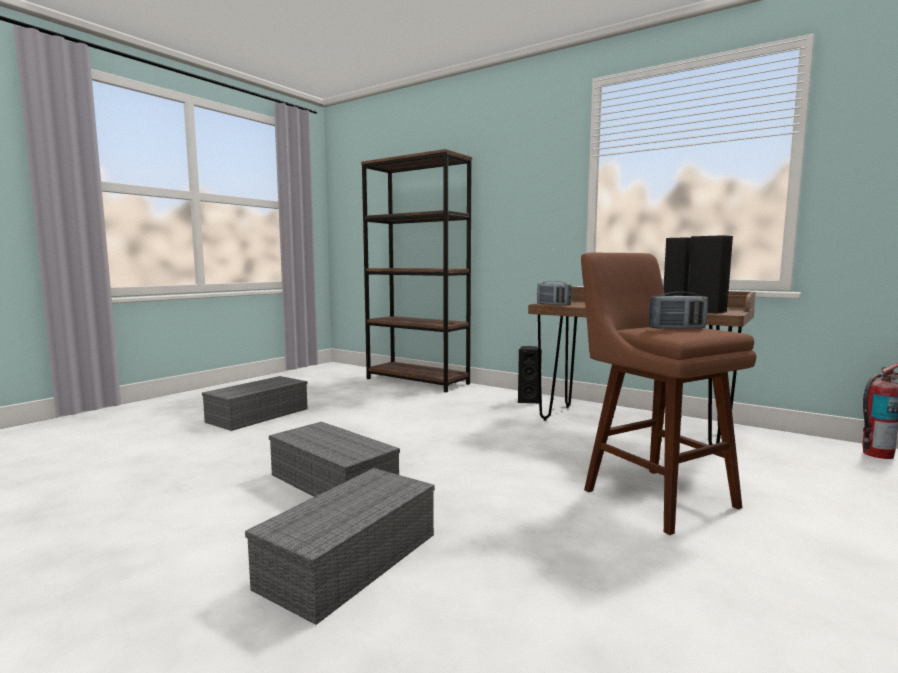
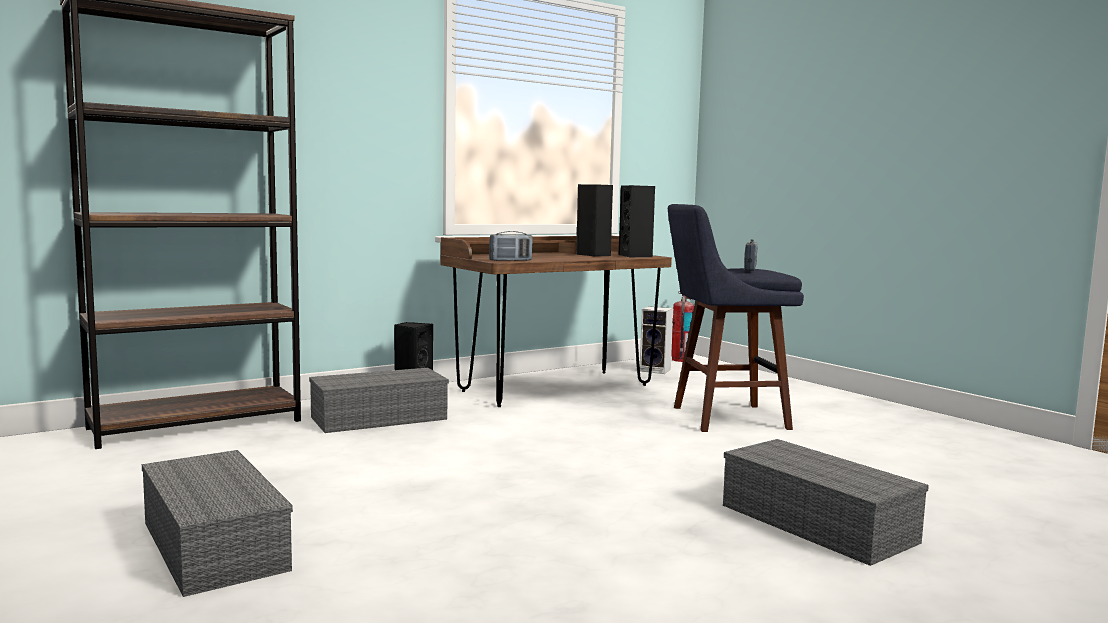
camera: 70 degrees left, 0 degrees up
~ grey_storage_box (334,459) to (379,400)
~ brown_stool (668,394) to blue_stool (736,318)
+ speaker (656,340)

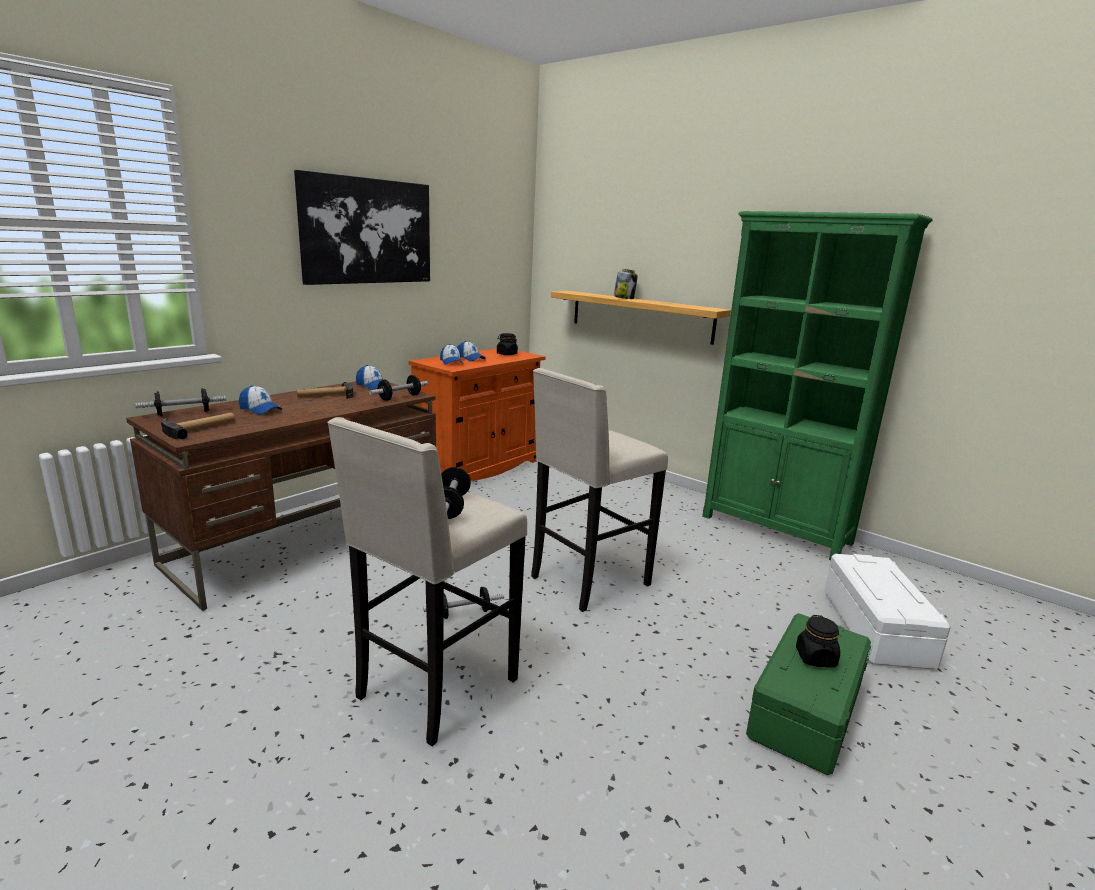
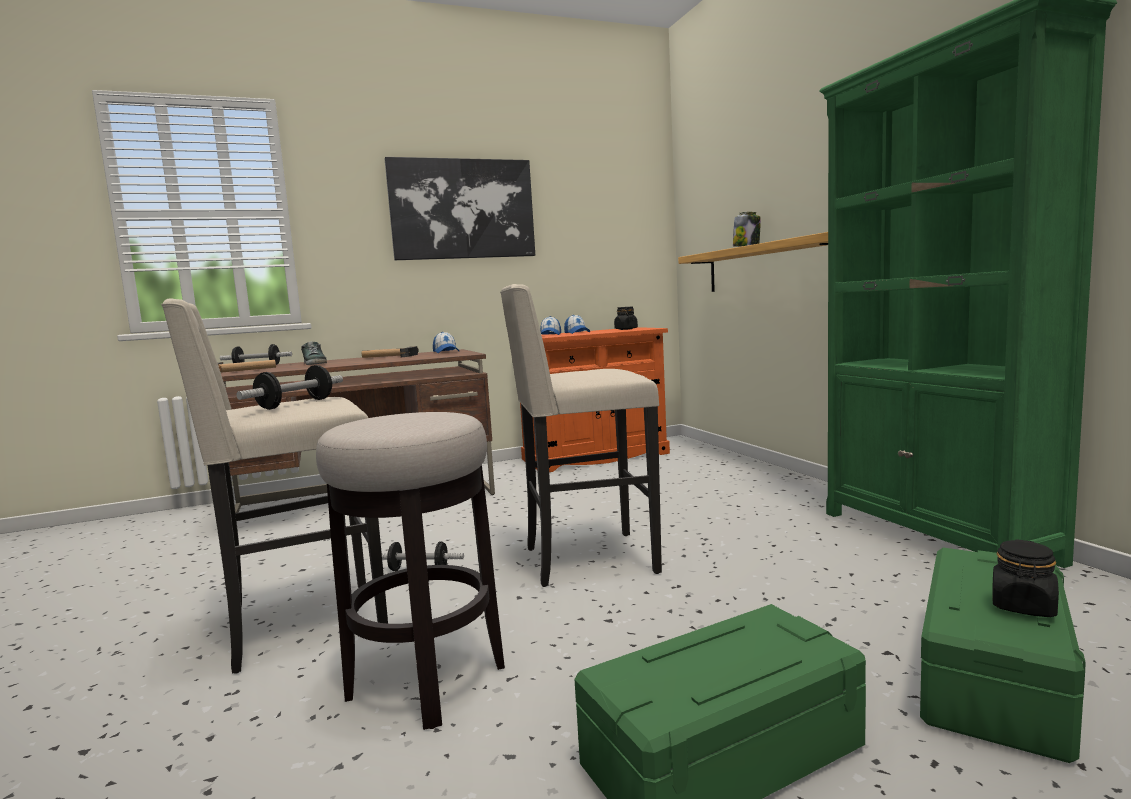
camera: 30 degrees right, 10 degrees down
~ cap (260,400) to shoe (314,353)
- dumbbell (398,388)
~ black_jar (818,641) to (1025,578)
~ white_storage_box (887,612) to green_storage_box (1002,655)
+ stool (410,571)

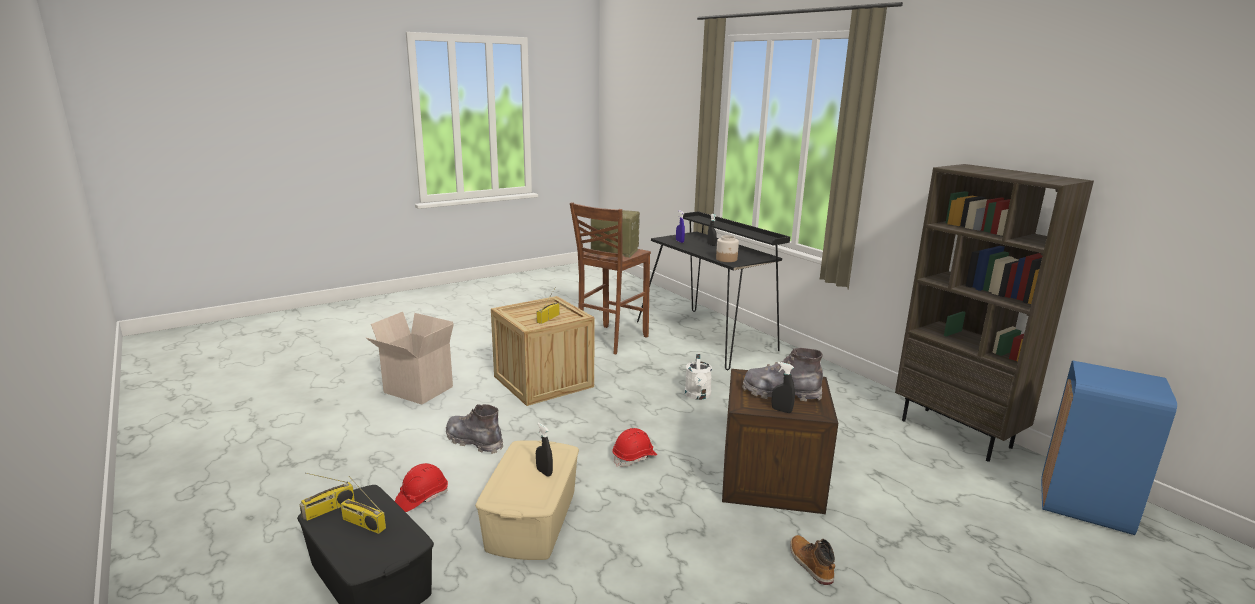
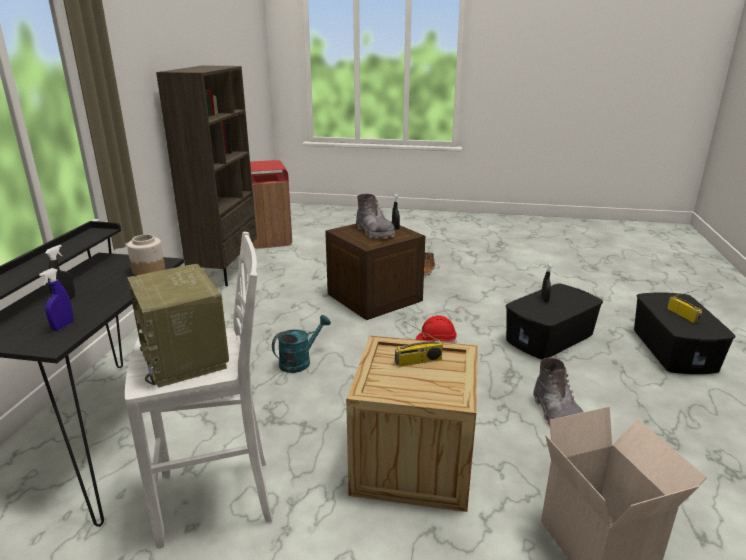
camera: 135 degrees left, 5 degrees up
- radio (327,497)
- red_hard_hat (421,487)
~ beige_storage_box (527,500) to black_storage_box (554,321)
~ brown_stool (610,278) to white_stool (199,390)
~ white_watering_can (698,377) to turquoise_watering_can (301,344)
~ blue_trash_can (1109,447) to red_trash_can (271,204)

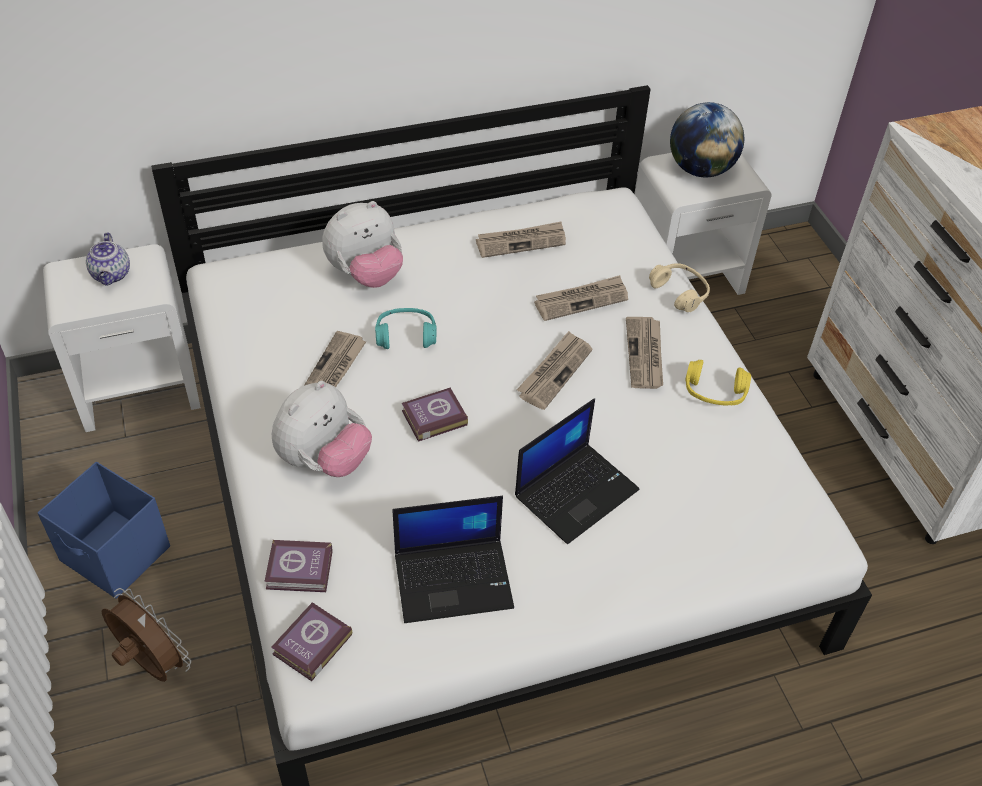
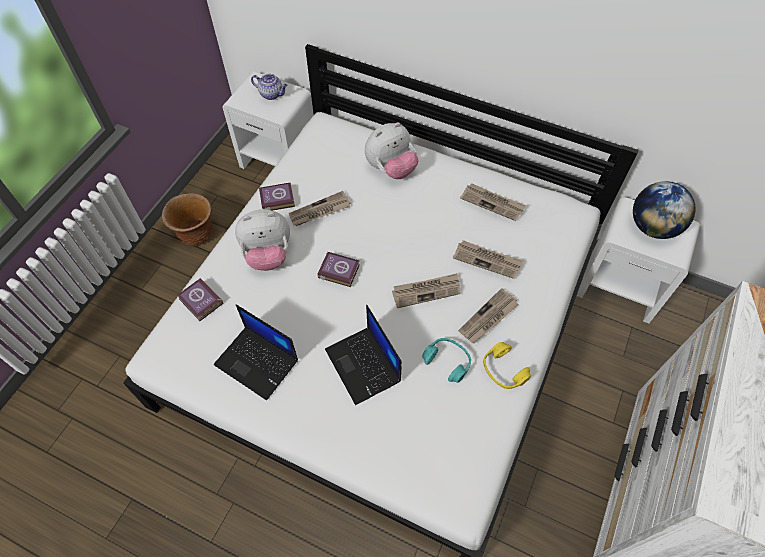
camera: 45 degrees right, 10 degrees up
~ blue_storage_box (104,530) to brown_planter (187,219)
~ teapot (108,259) = (269,87) 105 degrees counterclockwise
- brown_fan (146,635)
~ book (311,641) to (277,197)
~ plush_toy (362,244) = (391,150) 45 degrees counterclockwise
~ turquoise_headphones (405,328) to (446,360)
~ laptop (577,471) = (363,355) 60 degrees clockwise
- beige_headphones (679,287)

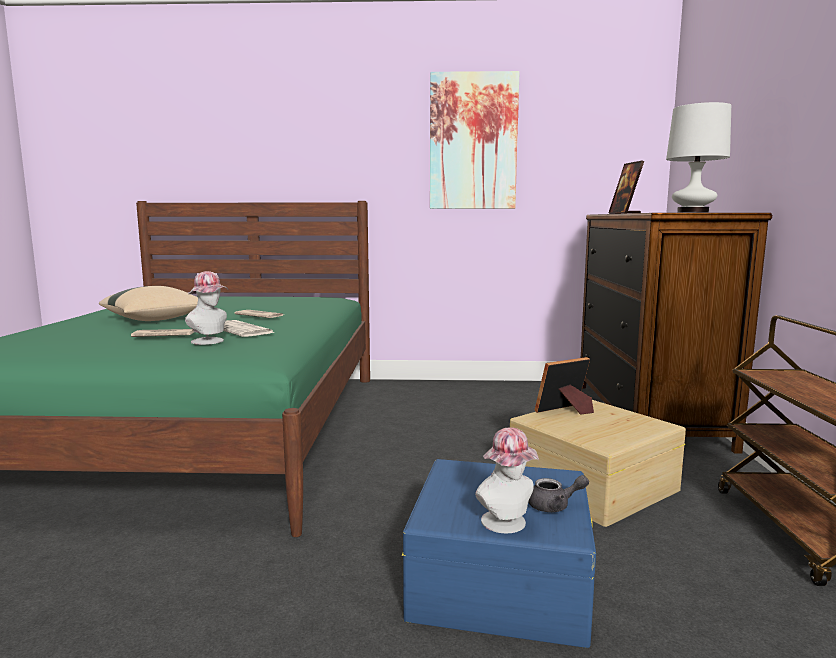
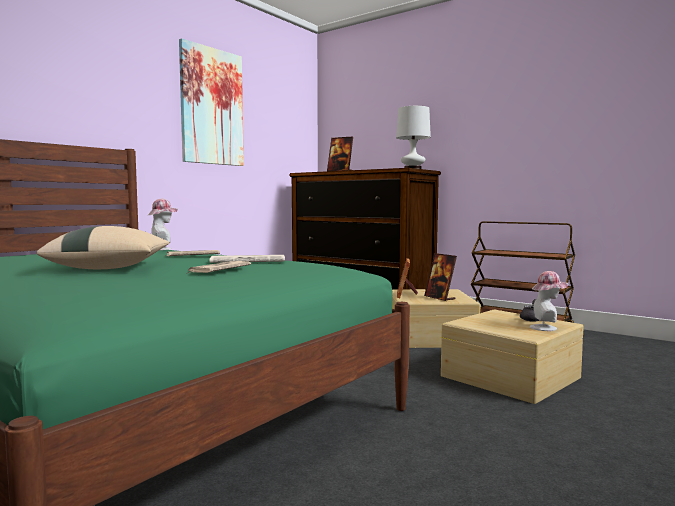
camera: 55 degrees left, 5 degrees down
~ hat (206,308) to (163,224)
~ blue_storage_box (499,553) to beige_storage_box (512,357)
+ picture_frame (440,277)

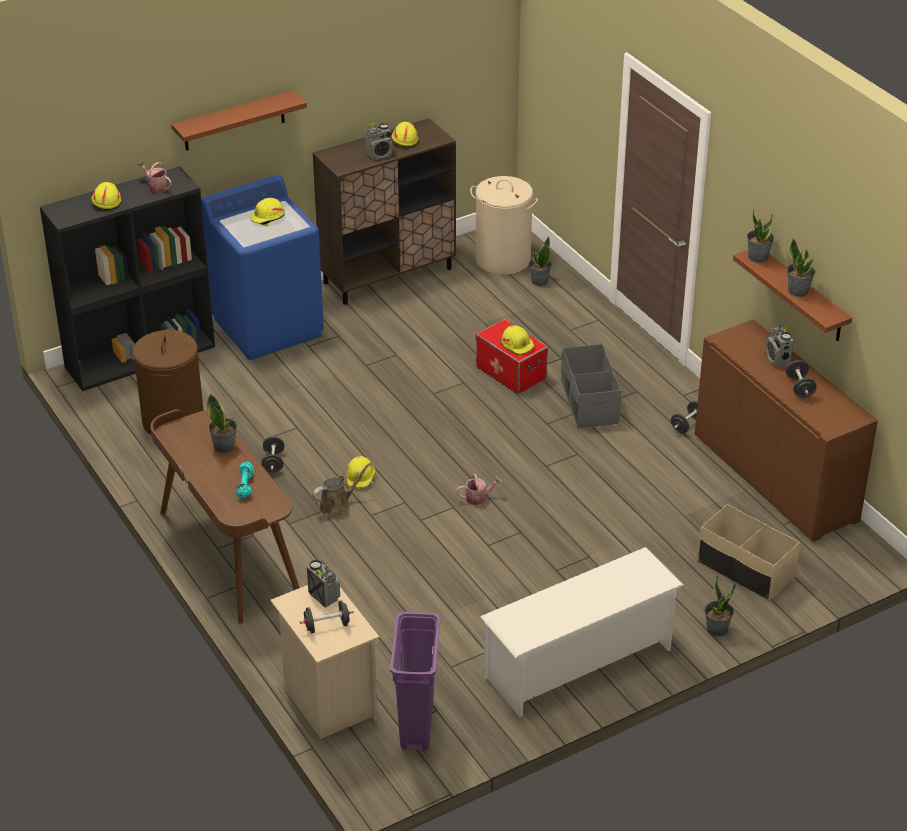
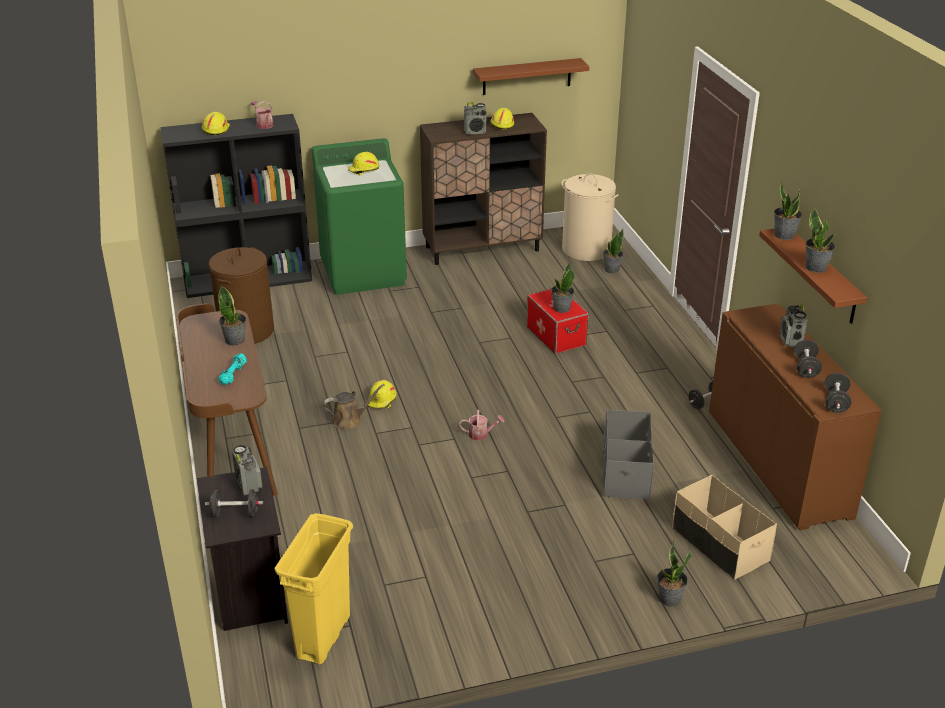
camera: 15 degrees right, 5 degrees down
~ brown_shelf (239,120) to (531,76)
~ blue_washing_machine (262,267) to green_washing_machine (359,216)
~ black_dumbbell (272,454) to (838,393)
~ beige_nightstand (324,662) to black_nightstand (242,549)
~ purple_trash_can (415,681) to yellow_trash_can (313,589)
- white_shoe_rack (582,632)
~ yellow_hard_hat (518,340) to potted_plant (563,287)
~ grey_storage_box (591,386) to (628,454)

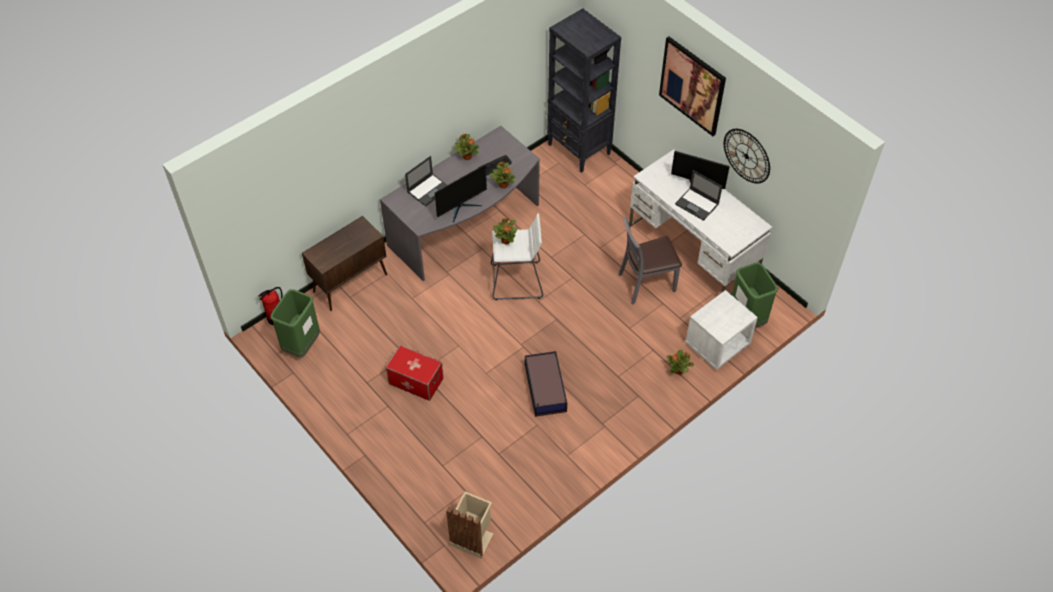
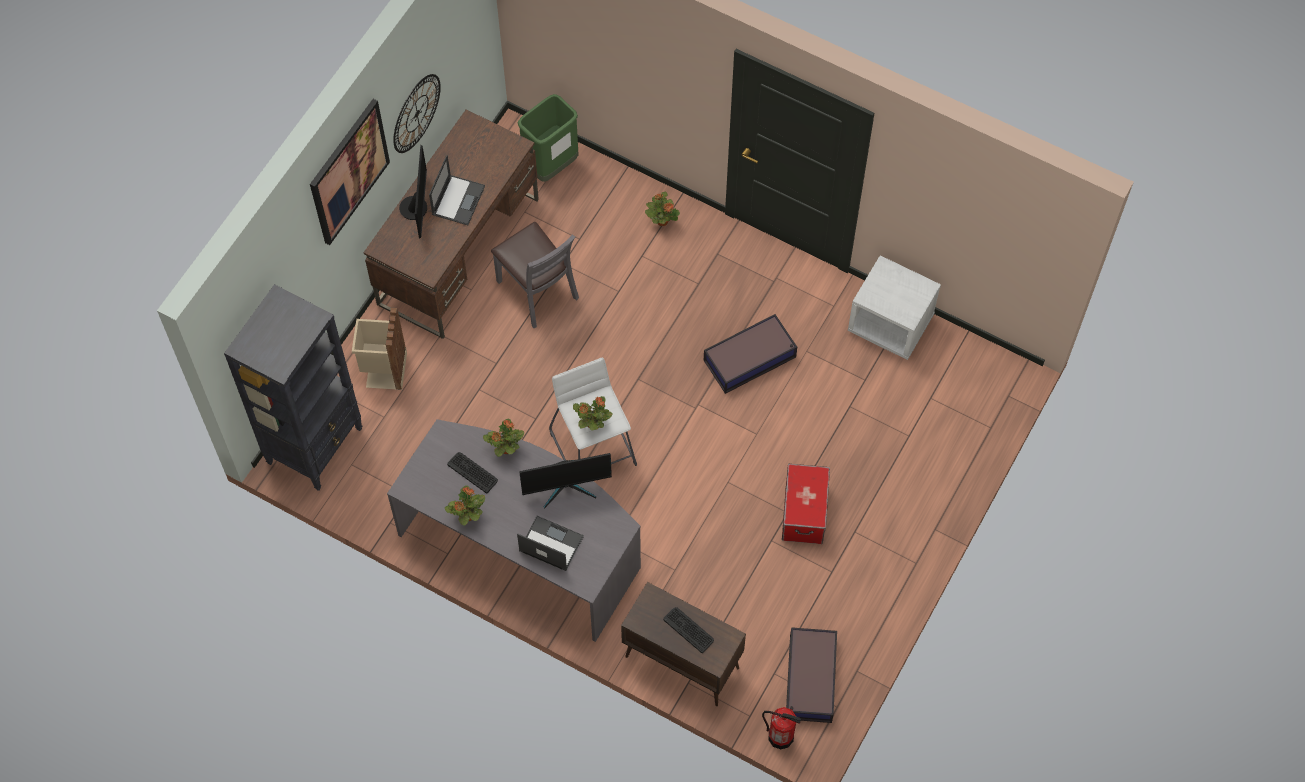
camera: 110 degrees left, 10 degrees up
~ green_trash_can (295,323) to storage_box (811,675)
~ monitor (461,193) = (565,481) 135 degrees clockwise
~ beige_trash_can (469,525) to (379,348)
~ white_desk (700,222) to brown_desk (451,224)
~ white_nightstand (721,330) to (894,307)
+ keyboard (688,630)

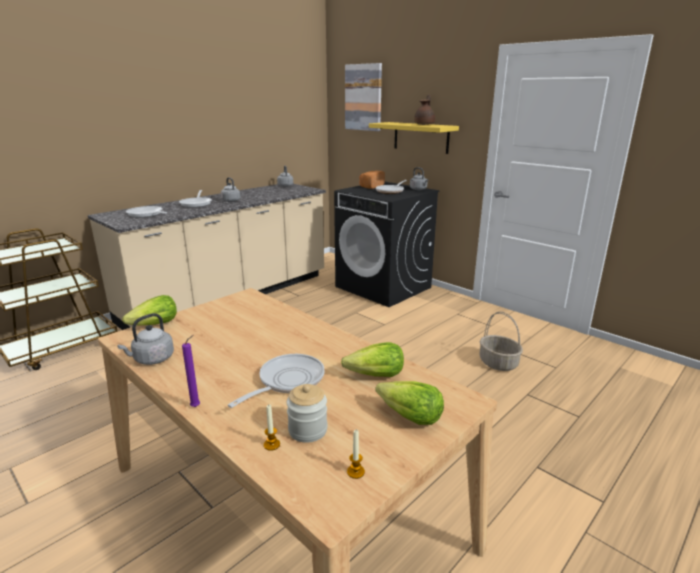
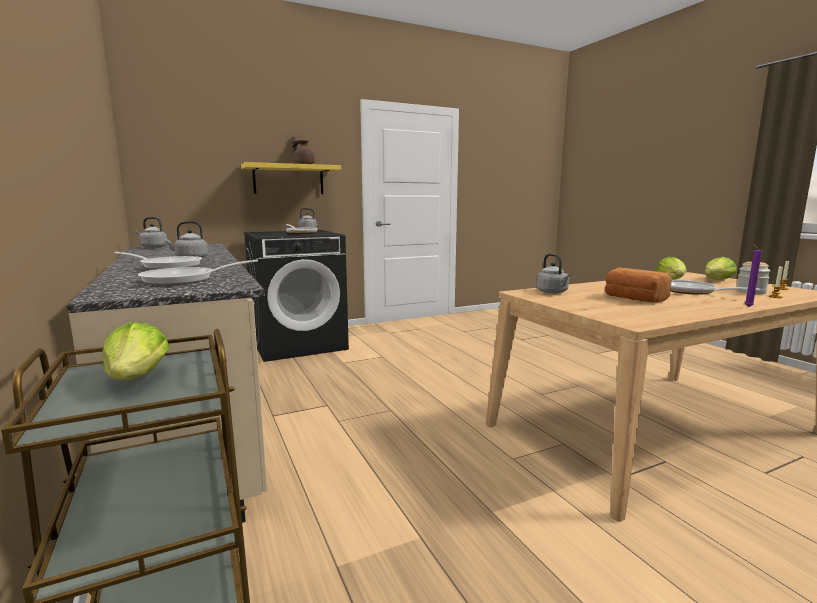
camera: 70 degrees left, 10 degrees down
~ grey_kettle (145,339) to (553,273)
~ lettuce (149,310) to (136,351)
- picture (363,97)
~ bread (372,180) to (638,285)
- basket (501,341)

